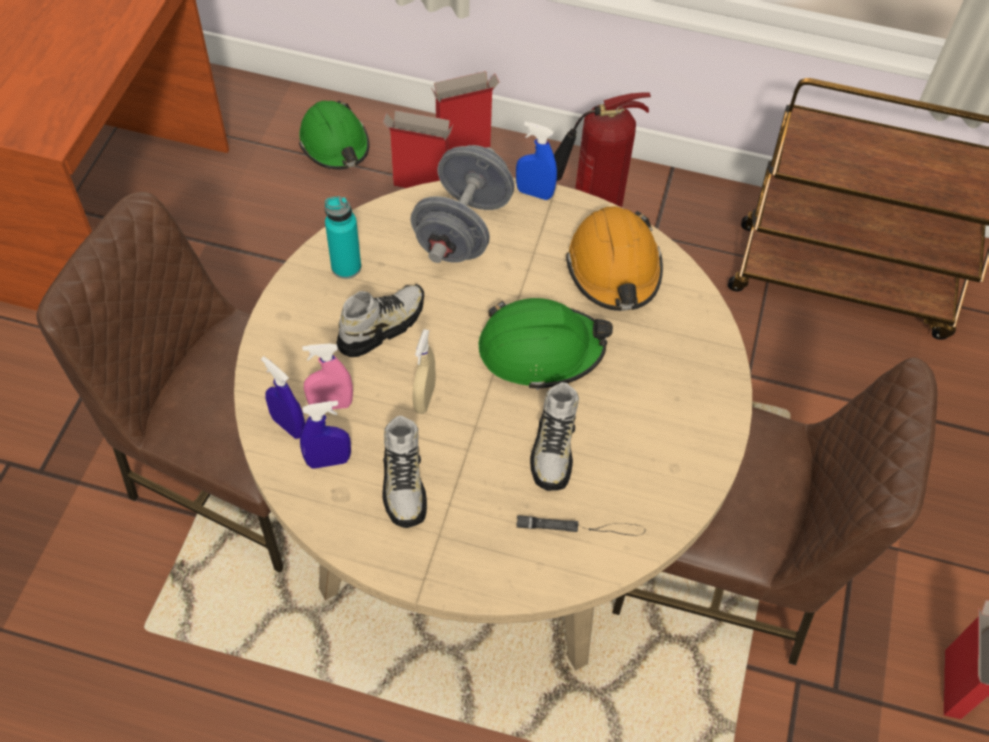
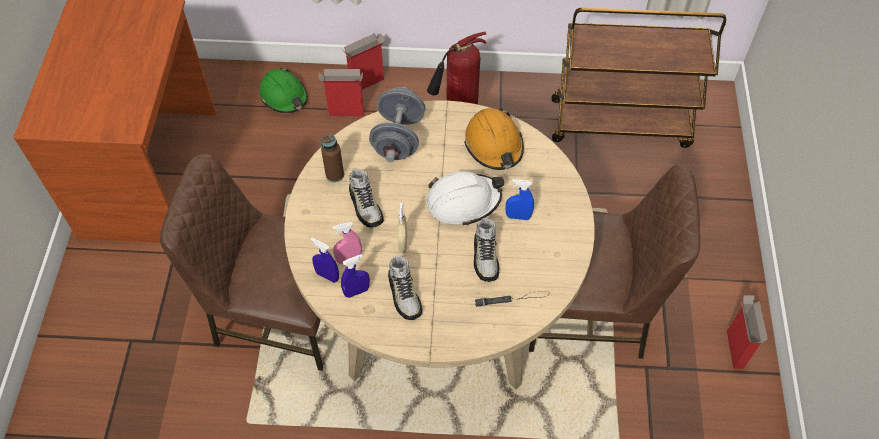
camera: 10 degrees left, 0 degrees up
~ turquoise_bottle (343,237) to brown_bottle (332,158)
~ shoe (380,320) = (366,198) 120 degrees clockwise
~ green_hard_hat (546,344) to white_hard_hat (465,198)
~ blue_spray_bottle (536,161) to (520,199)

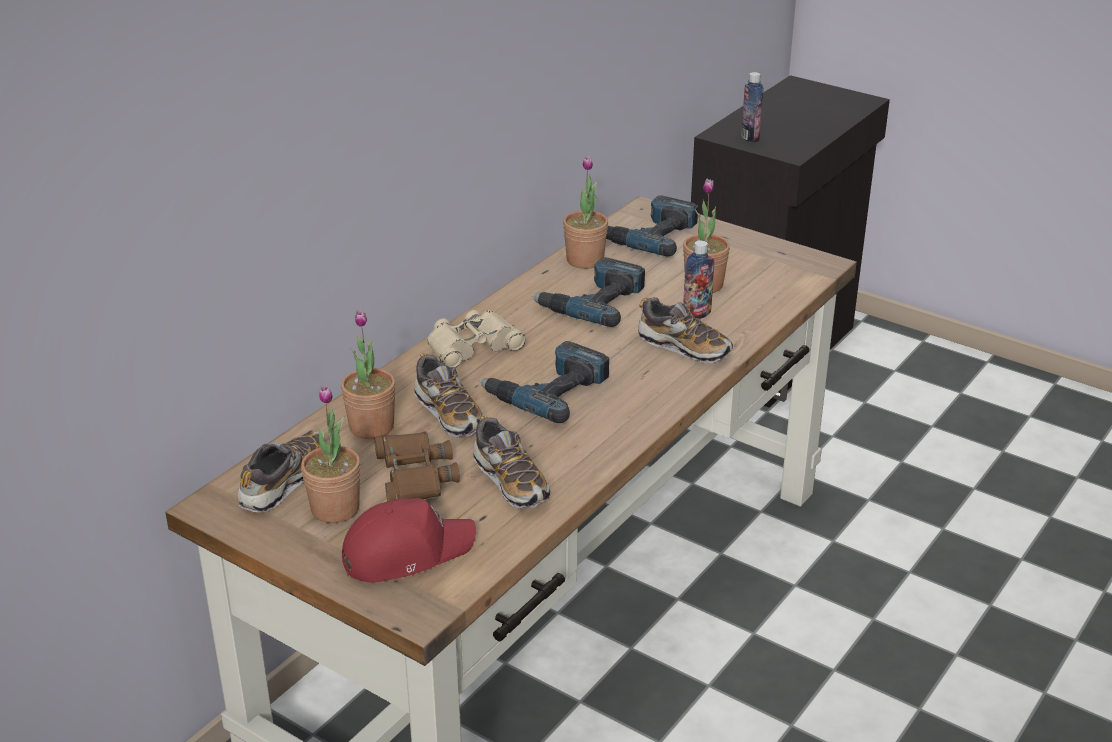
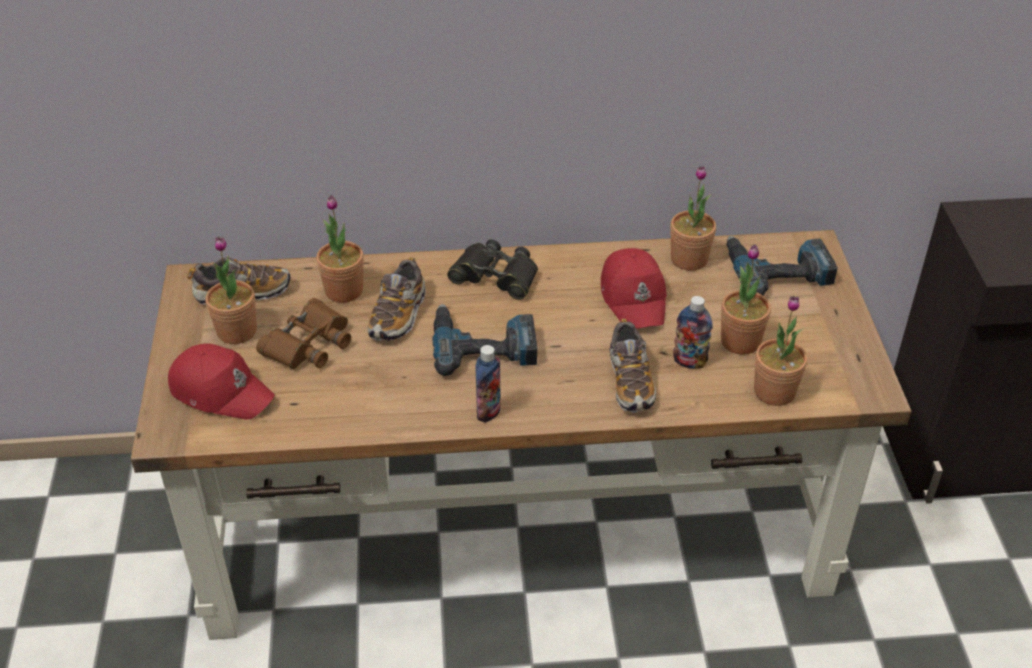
camera: 50 degrees right, 10 degrees up
~ beige_binoculars (476,339) to black_binoculars (492,270)
- shoe (511,462)
~ power_drill (588,292) to red_cap (634,288)
~ bottle (752,107) to (488,384)
+ potted_plant (780,351)

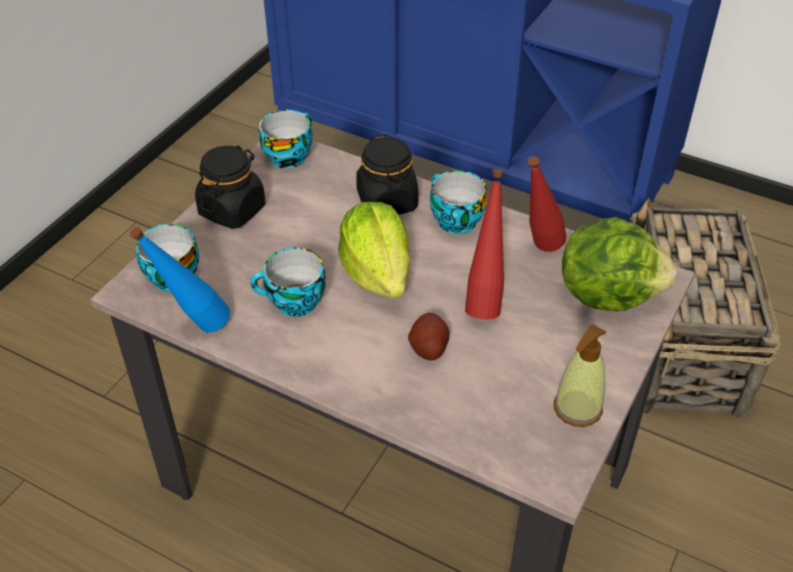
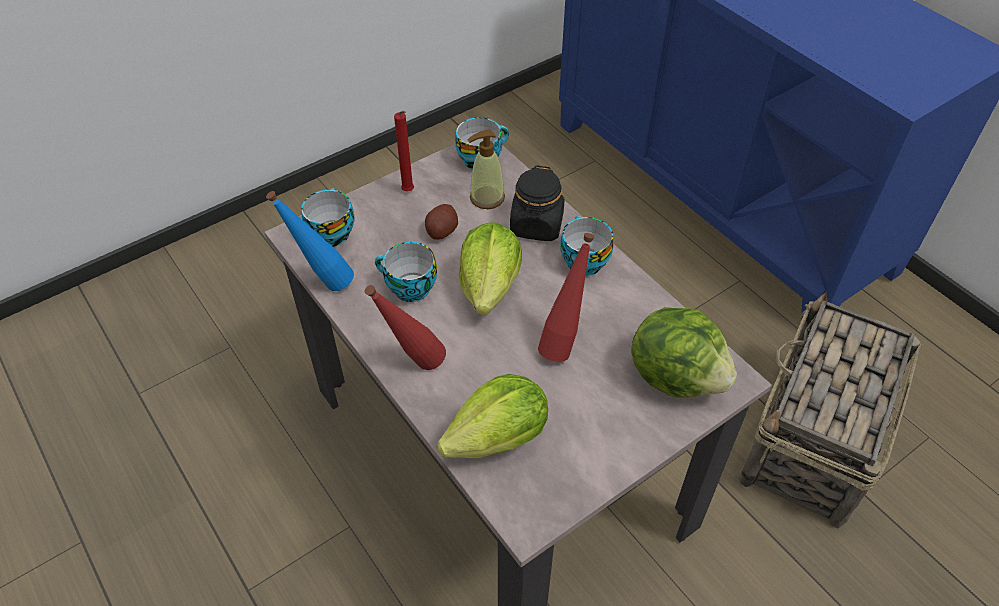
camera: 25 degrees right, 5 degrees up
~ black_jar (230,187) to red_candle (404,151)
~ potato (429,337) to (441,222)
~ red_bottle (547,204) to (405,327)
~ soap_dispenser (580,375) to (486,169)
+ lettuce (492,416)

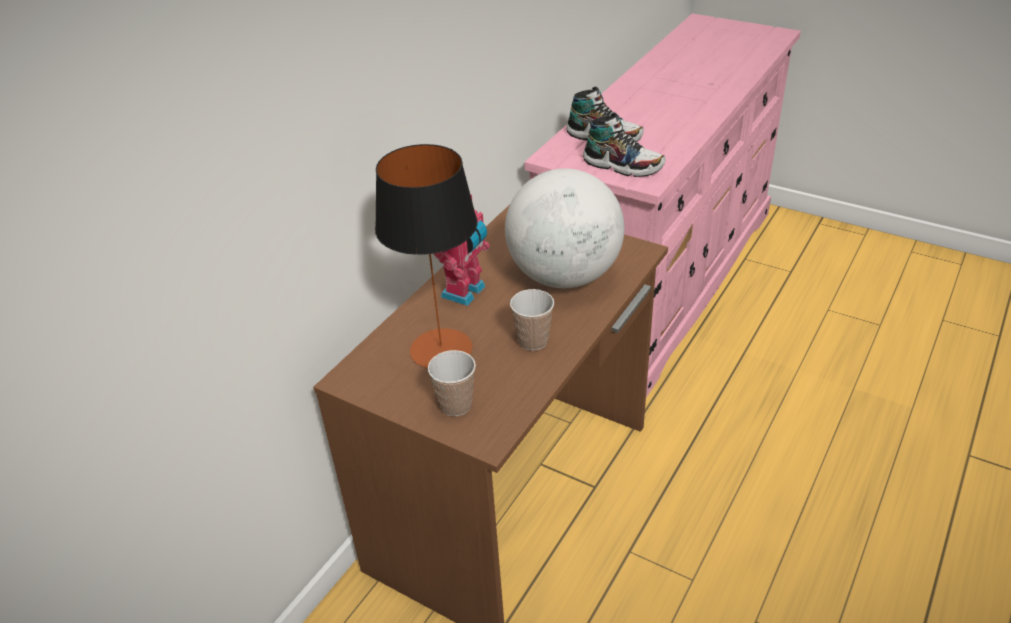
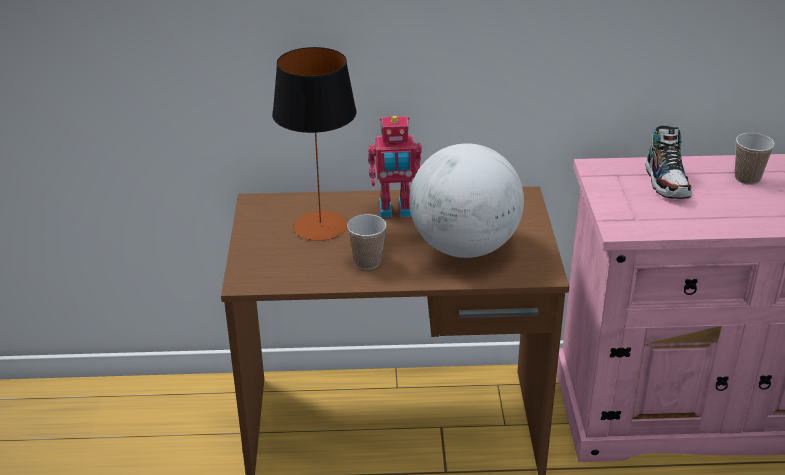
camera: 55 degrees right, 5 degrees down
~ cup (452,383) to (755,159)
- shoe (624,145)

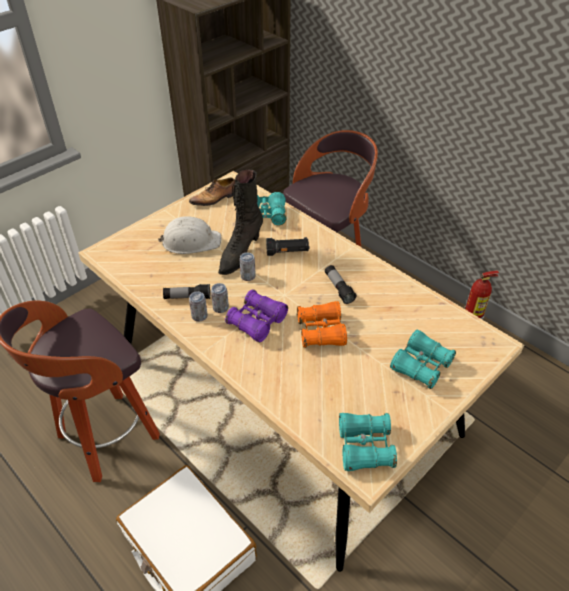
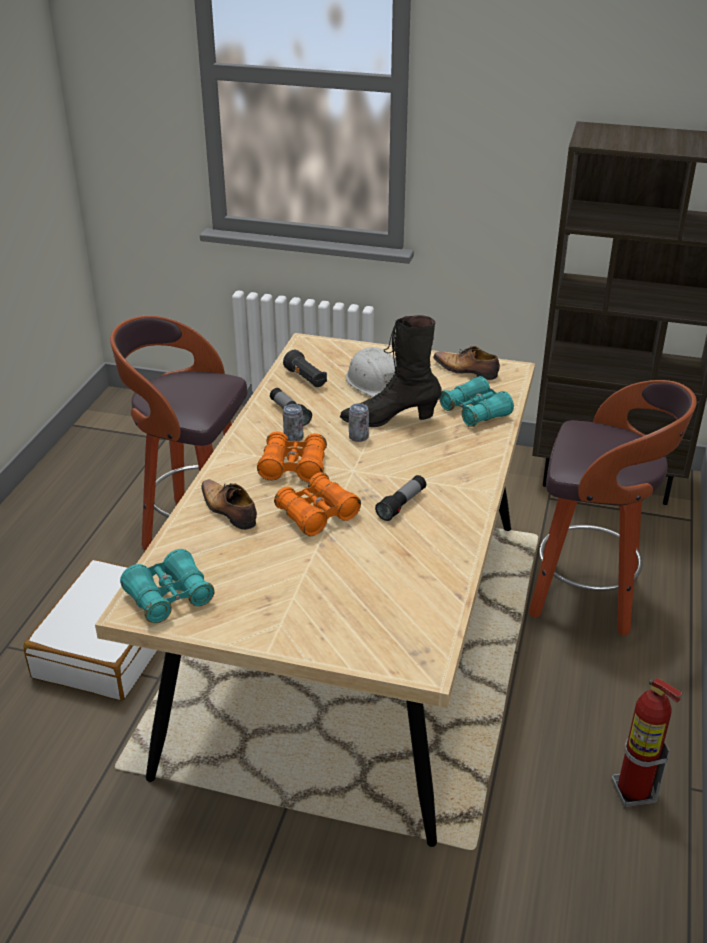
camera: 60 degrees right, 10 degrees down
- can (198,306)
~ purple_binoculars (256,315) to orange_binoculars (292,456)
~ black_flashlight (288,246) to (305,368)
- turquoise_binoculars (423,359)
+ shoe (229,505)

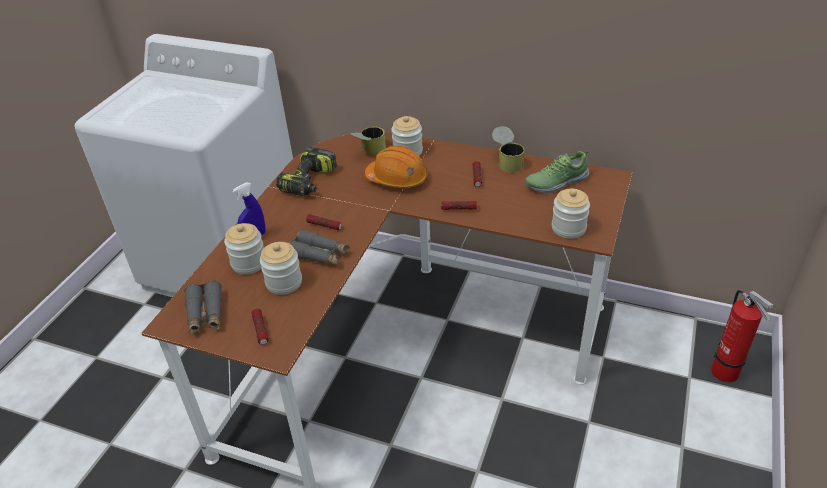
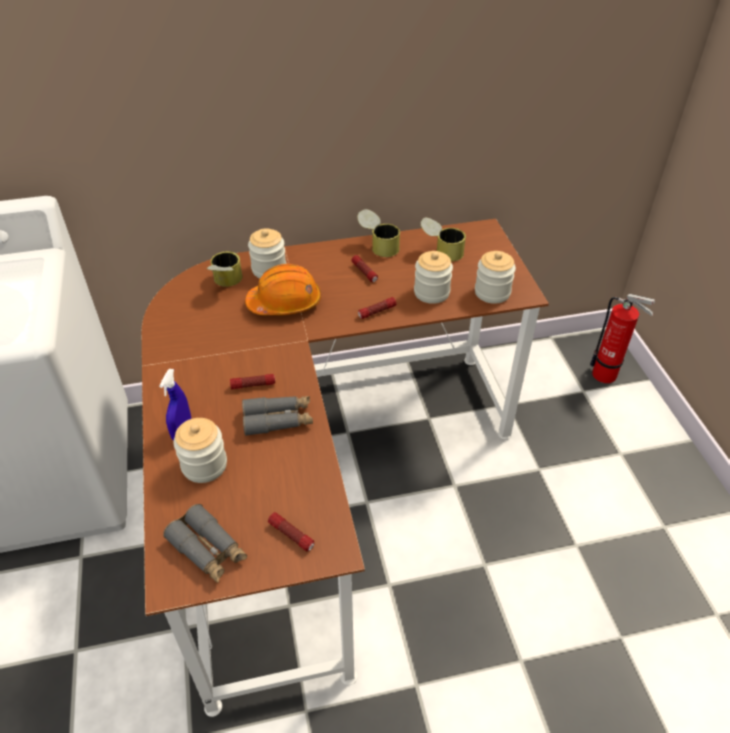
camera: 35 degrees left, 5 degrees up
~ jar (281,268) to (433,277)
- power_drill (306,171)
~ shoe (557,172) to can (443,239)

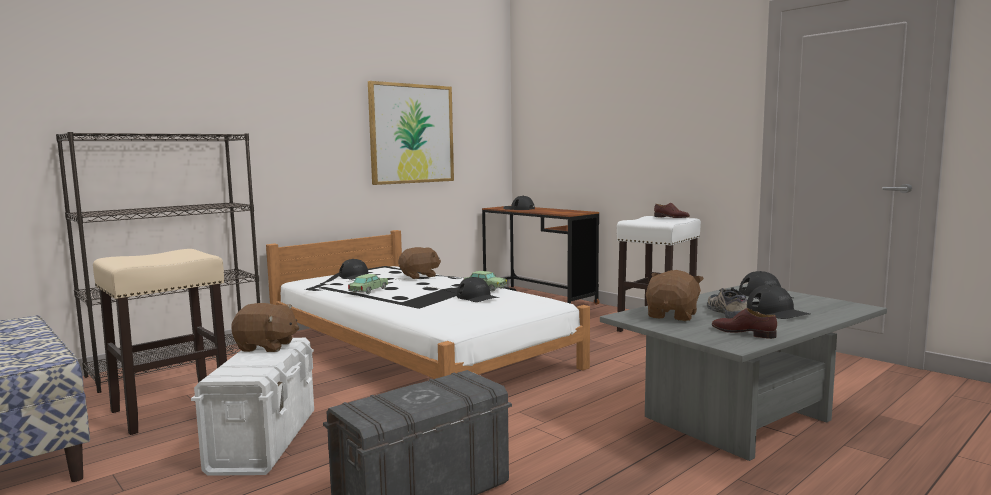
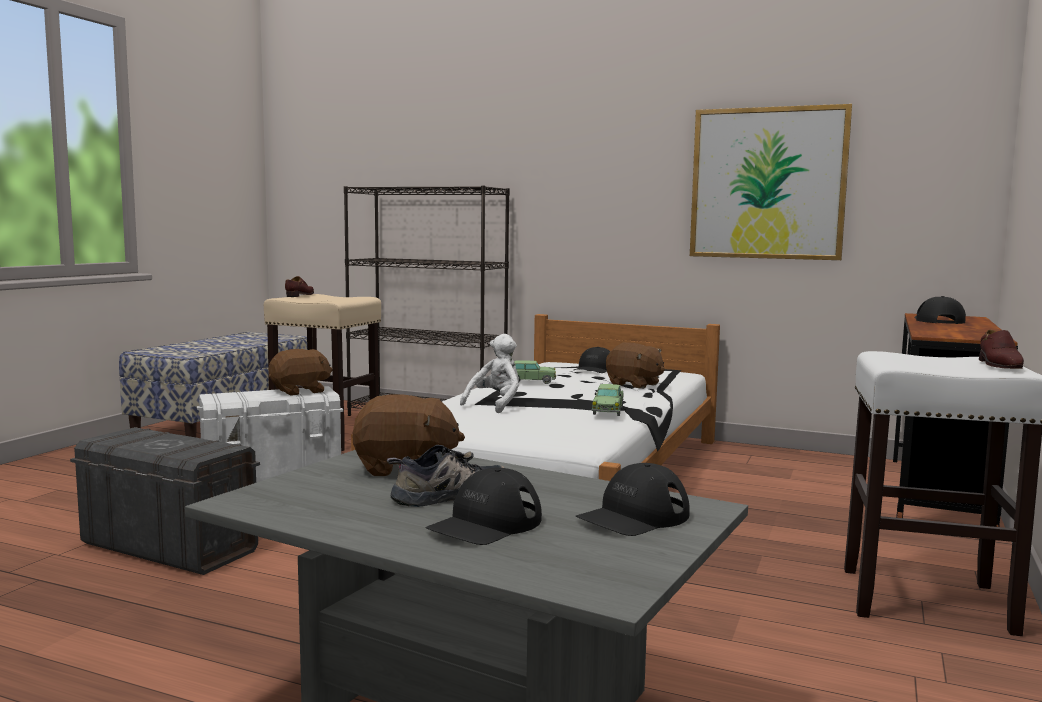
camera: 65 degrees right, 0 degrees up
~ brown_plush_toy (265,327) = (300,372) 105 degrees counterclockwise
- black_cap (478,289)
~ brown_shoe (744,323) to (299,286)
+ white_plush_toy (489,373)

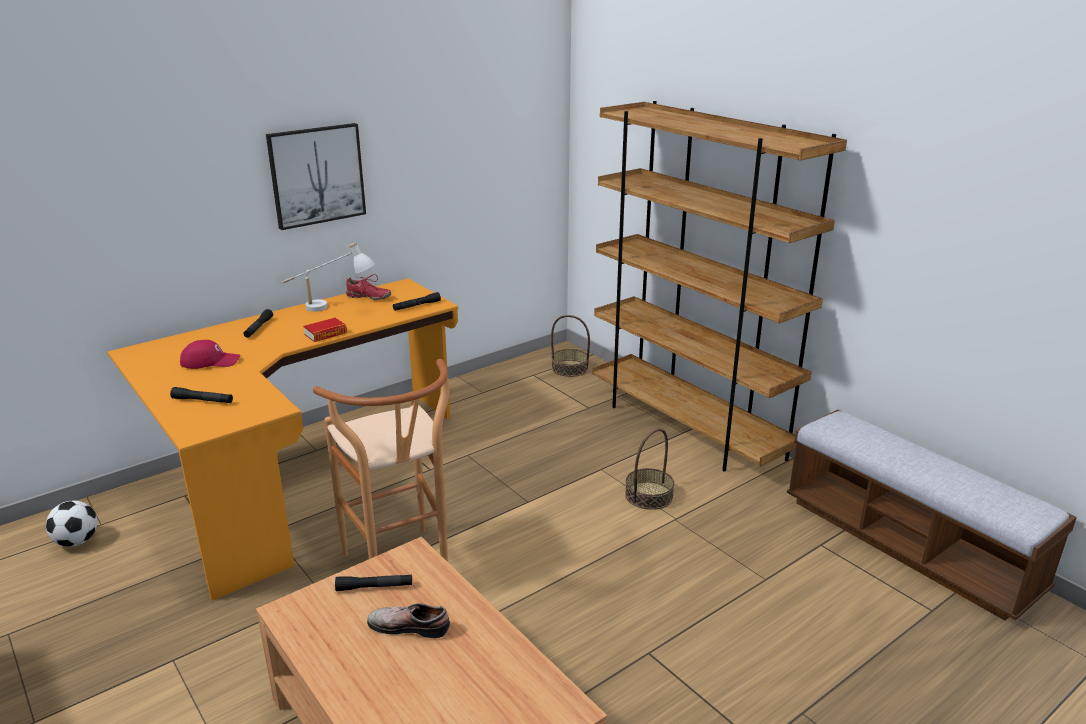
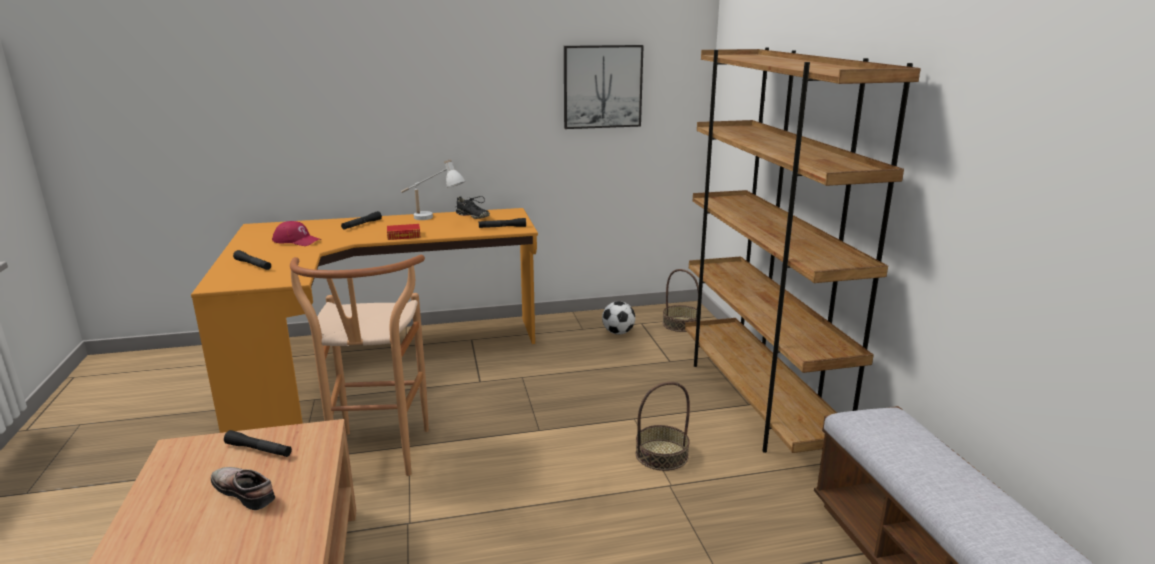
camera: 25 degrees right, 5 degrees down
~ football (71,524) to (618,318)
~ picture (316,176) to (604,87)
~ red_shoe (368,287) to black_shoe (473,207)

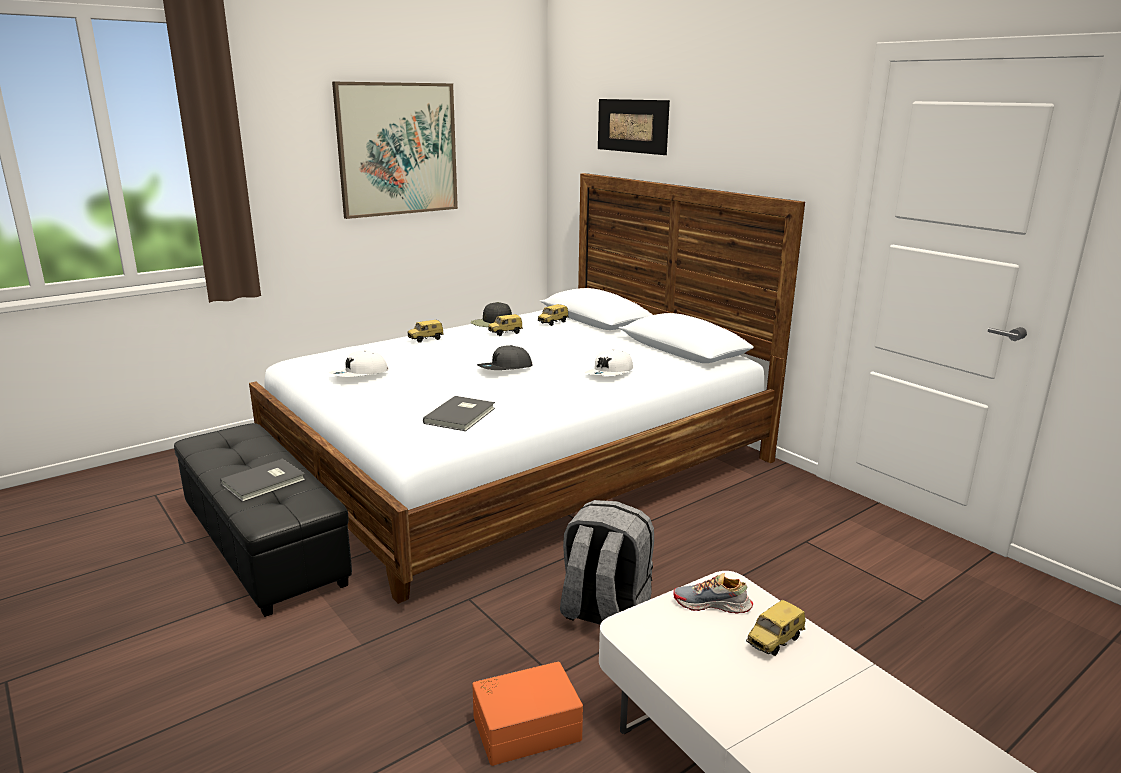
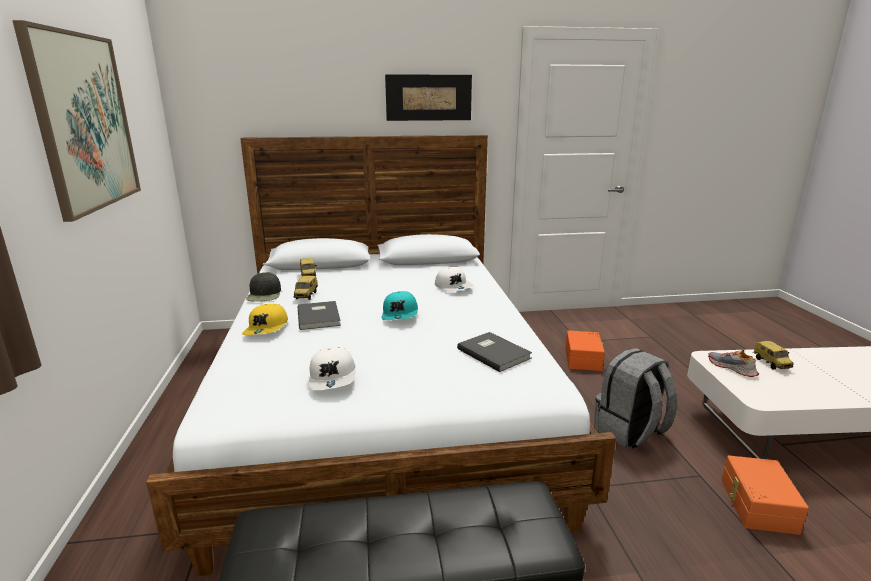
camera: 60 degrees left, 0 degrees up
~ grey_book (263,480) to (319,315)
~ toy_car (426,331) to yellow_cap (265,319)
~ grey_cap (504,357) to turquoise_cap (400,305)
~ picture (634,127) to (428,97)
~ shoe (713,593) = (733,363) 105 degrees clockwise
+ orange_storage_box (585,351)

